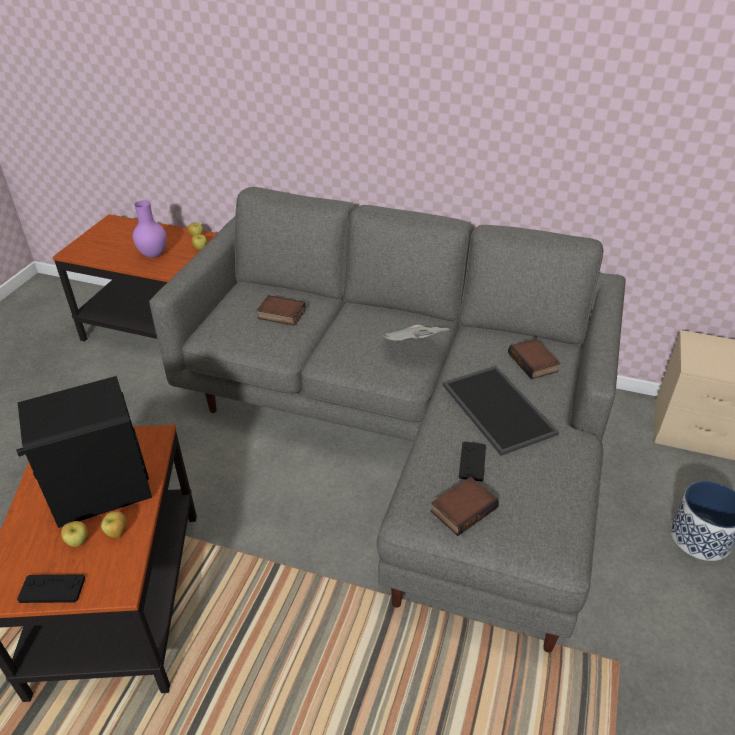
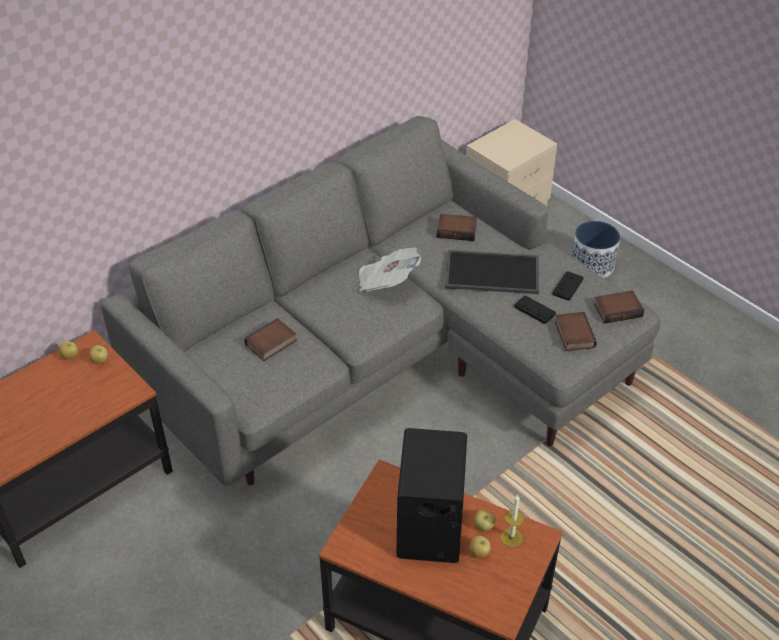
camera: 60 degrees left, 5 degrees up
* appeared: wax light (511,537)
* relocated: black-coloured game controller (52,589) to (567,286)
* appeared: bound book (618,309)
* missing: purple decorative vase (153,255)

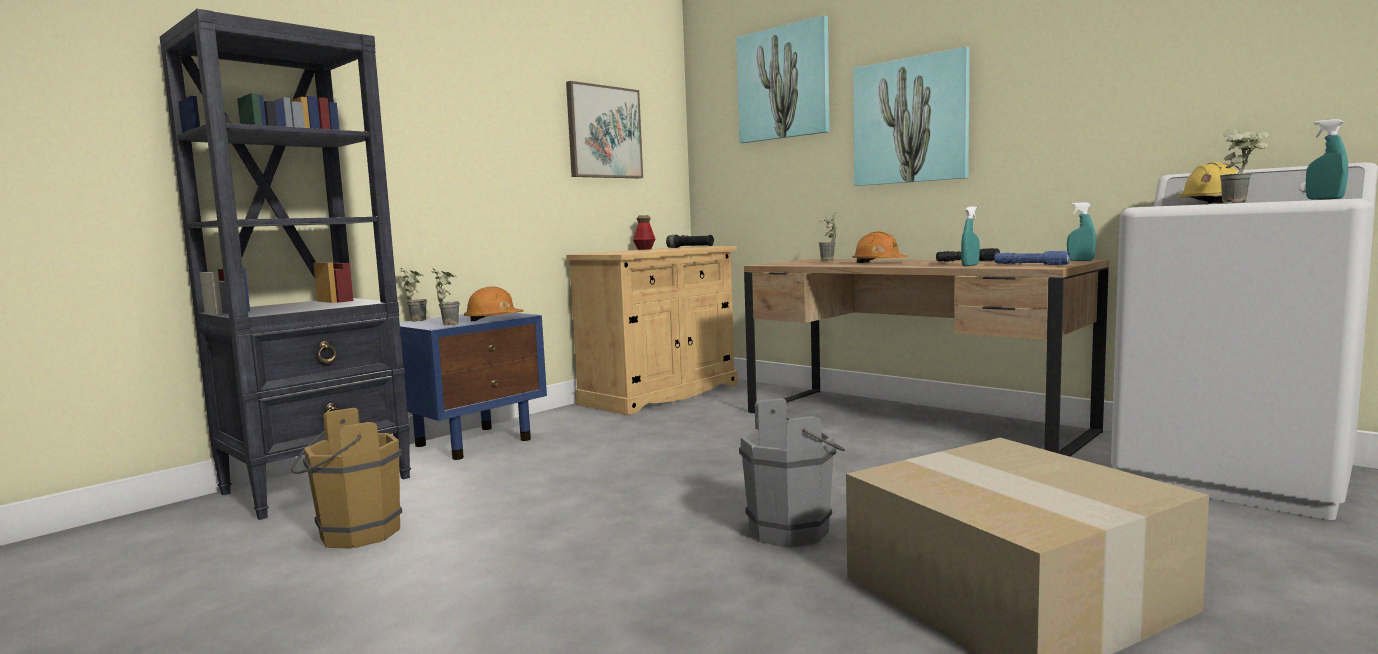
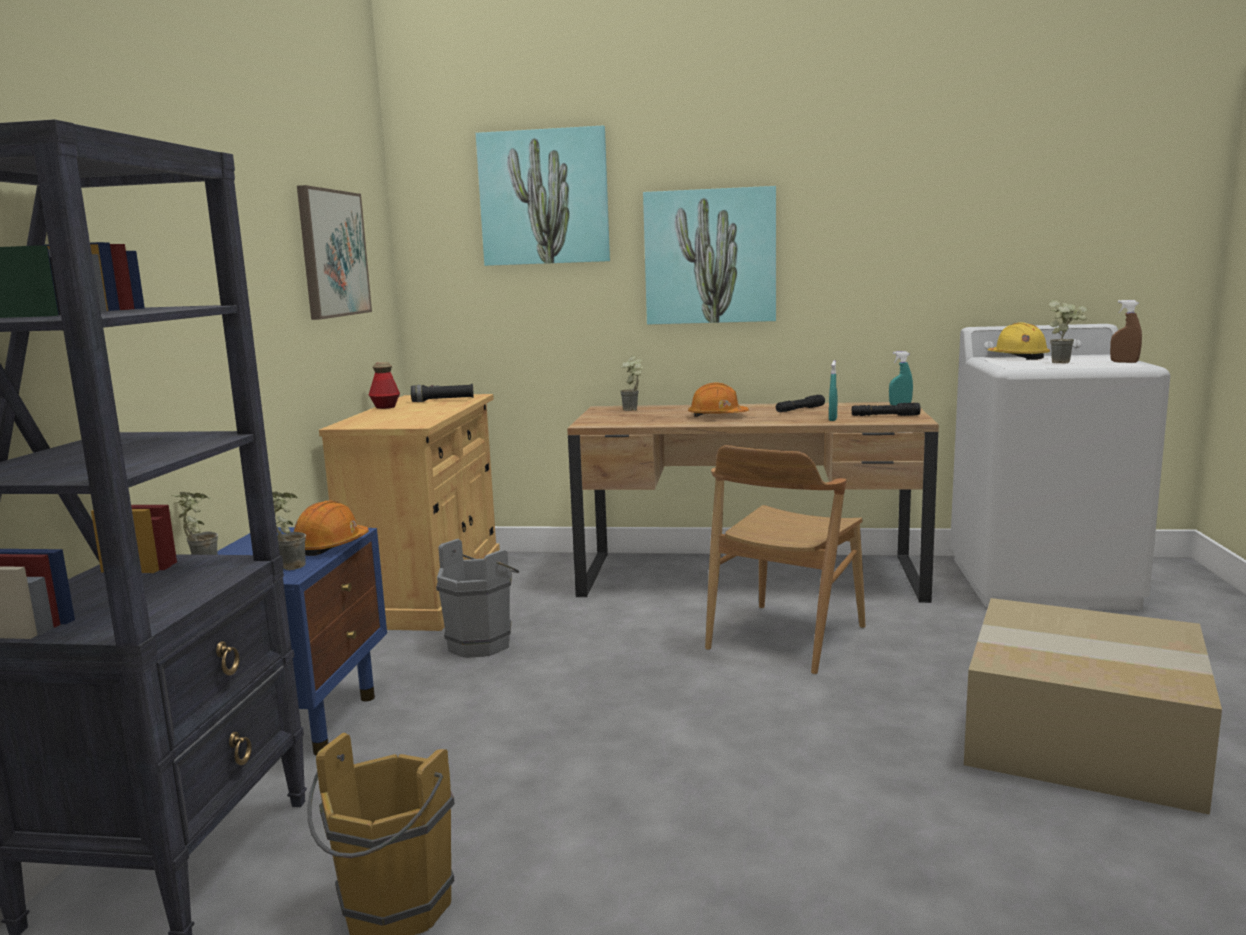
camera: 35 degrees left, 5 degrees up
* relocated: gray pail (795,530) to (484,642)
* appeared: brownish plain chair (785,638)
* colour: bluish flashlight (1030,265) to black-coloured flashlight (885,416)
* colour: blue-green hand sprayer (1324,199) to brownish hand sprayer (1124,362)

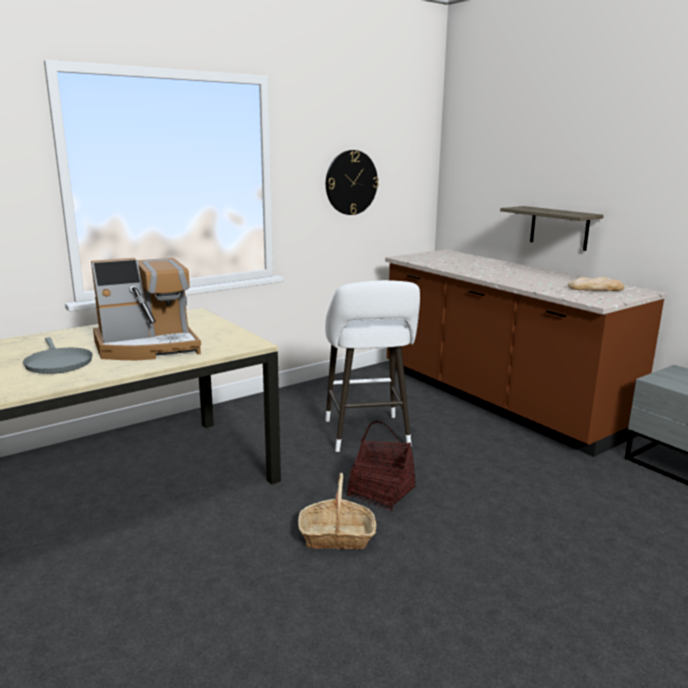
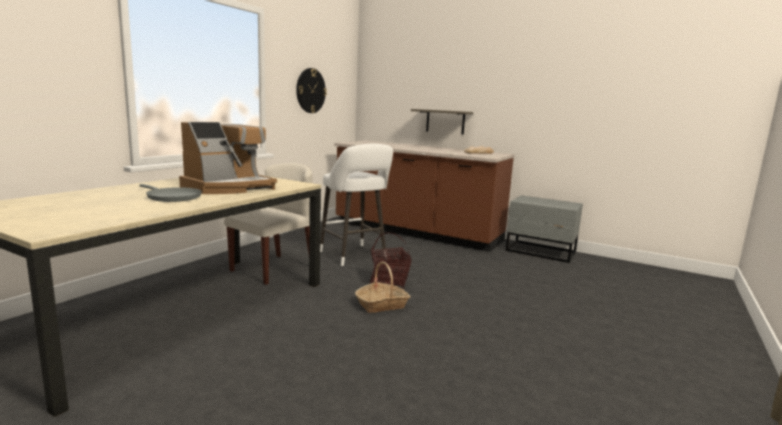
camera: 25 degrees left, 5 degrees down
* appeared: beige plain chair (273,268)

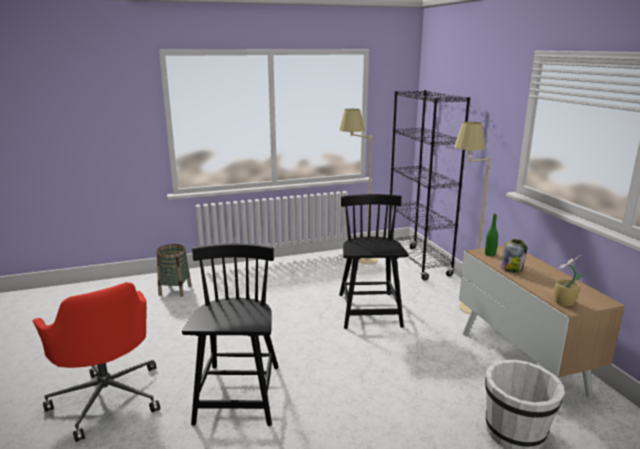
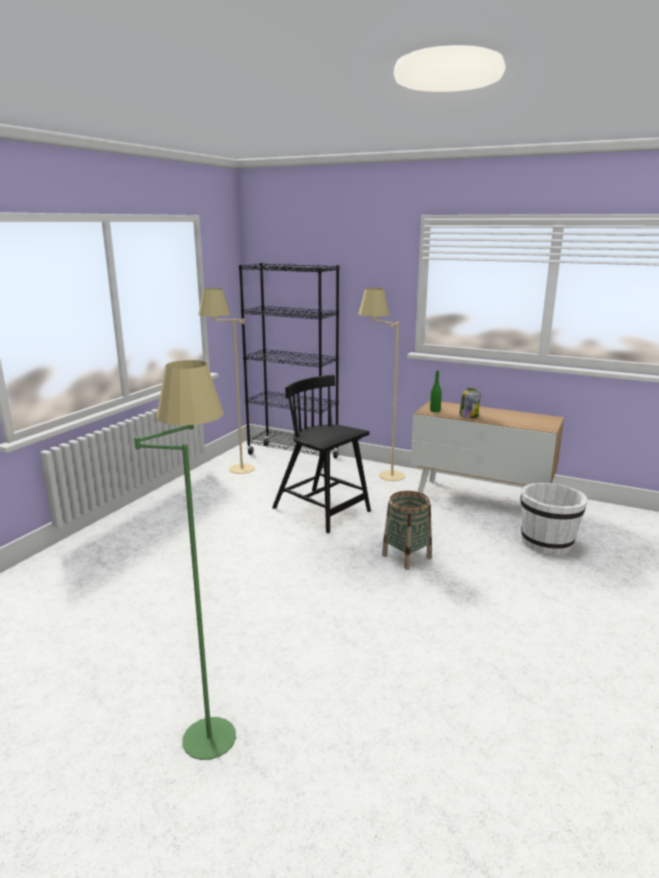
camera: 45 degrees left, 0 degrees up
* exchanged: red-coloured office chair (108,397) to greenish floor lamp (209,719)
* relocated: household basket (175,290) to (406,556)
* missing: black-coloured plain chair (238,395)
* missing: potted plant (563,303)

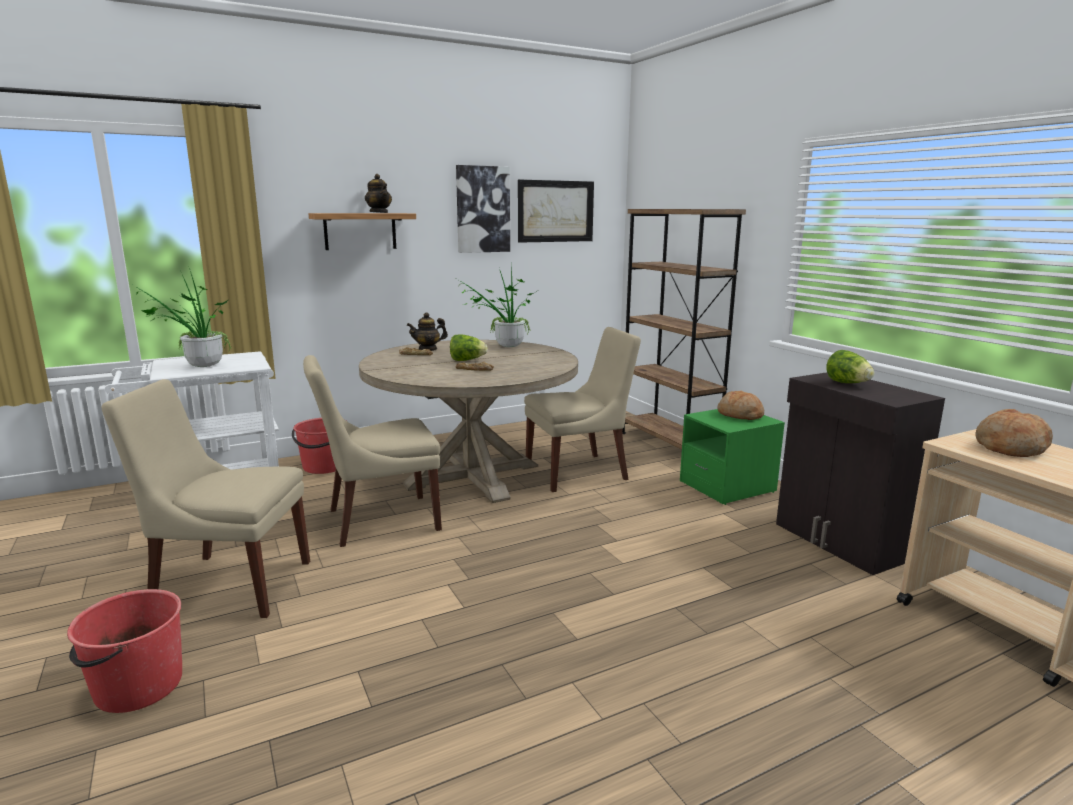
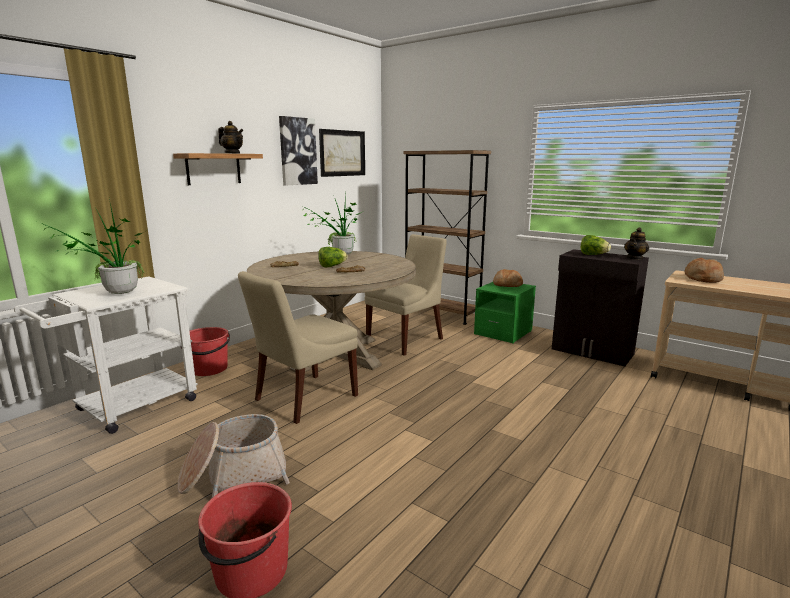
camera: 25 degrees left, 0 degrees up
* exchanged: beige plain chair (228,585) to household basket (234,474)
* relocated: teapot (428,349) to (635,258)

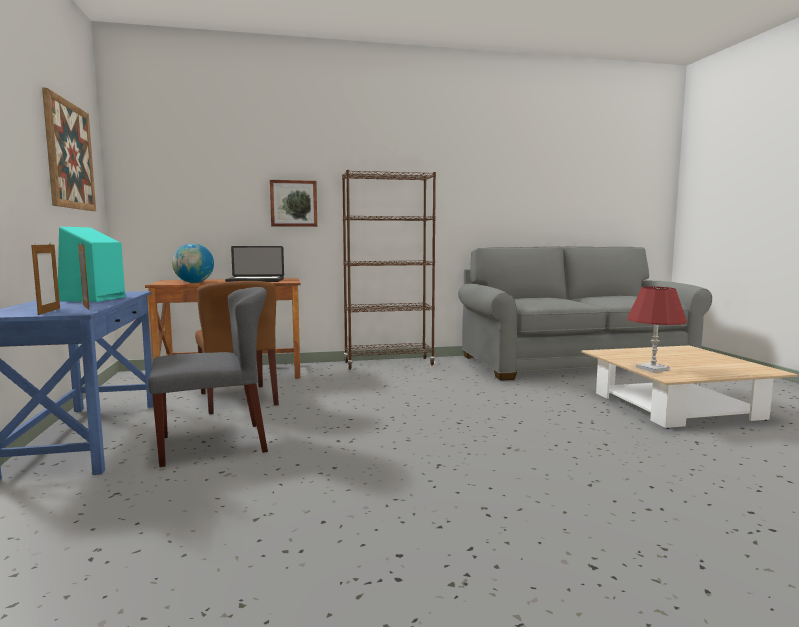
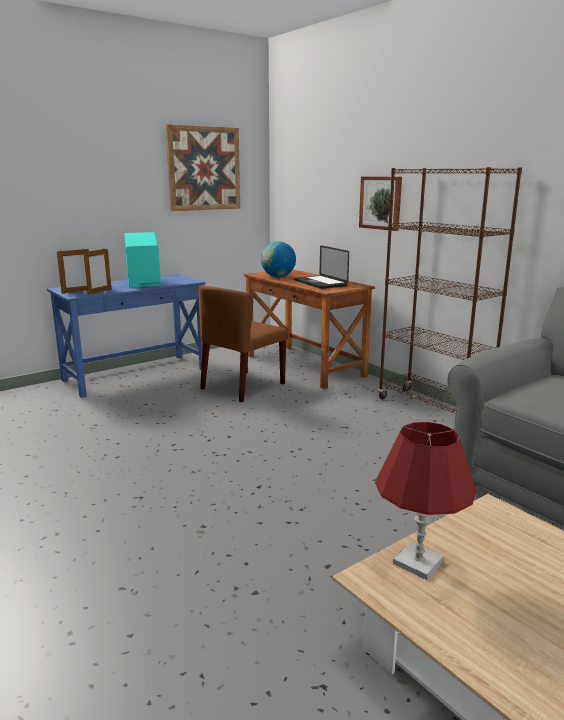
camera: 65 degrees right, 10 degrees up
* missing: gray plain chair (214,444)

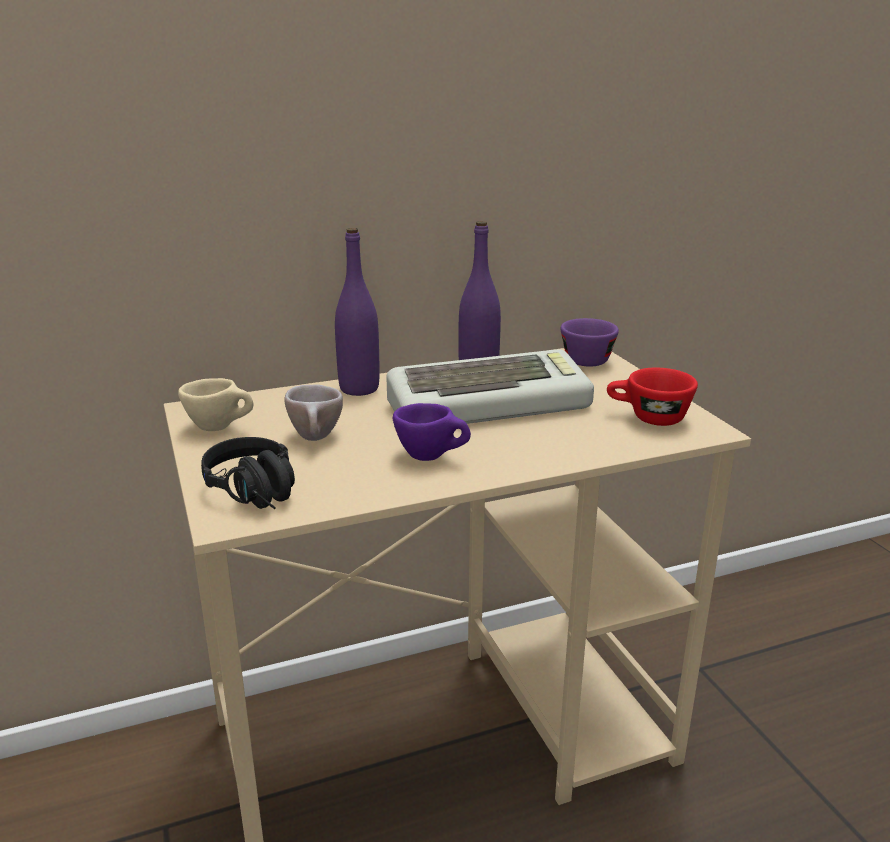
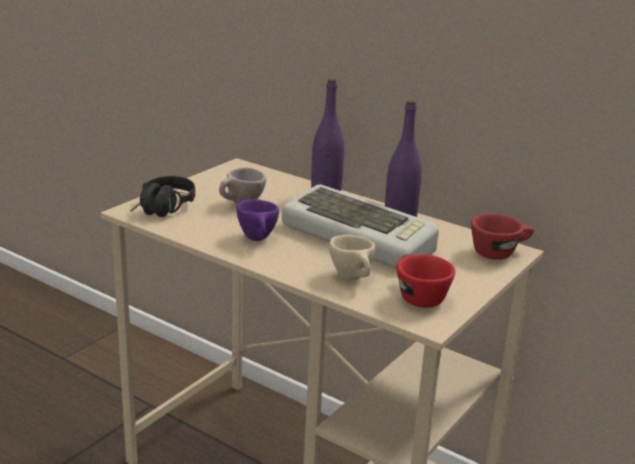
camera: 55 degrees right, 0 degrees up
* relocated: beige small cup (221,427) to (354,279)
* colour: purple small cup (587,358) to red-coloured small cup (499,252)

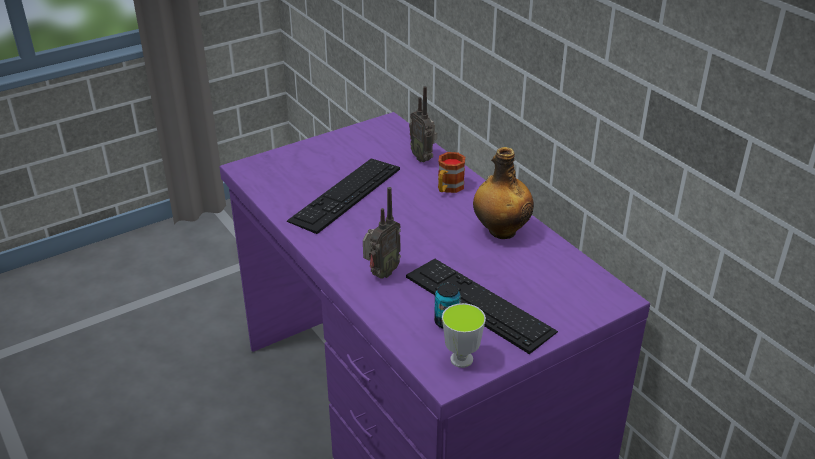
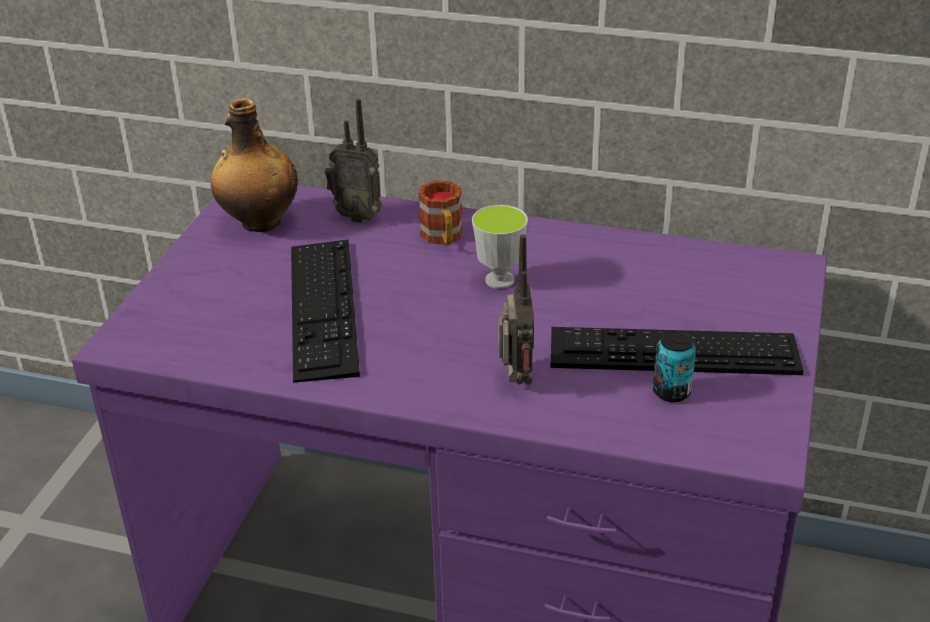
camera: 40 degrees left, 0 degrees up
* relocated: drink bottle (501,231) to (259,223)
* relocated: small cup (461,359) to (499,280)

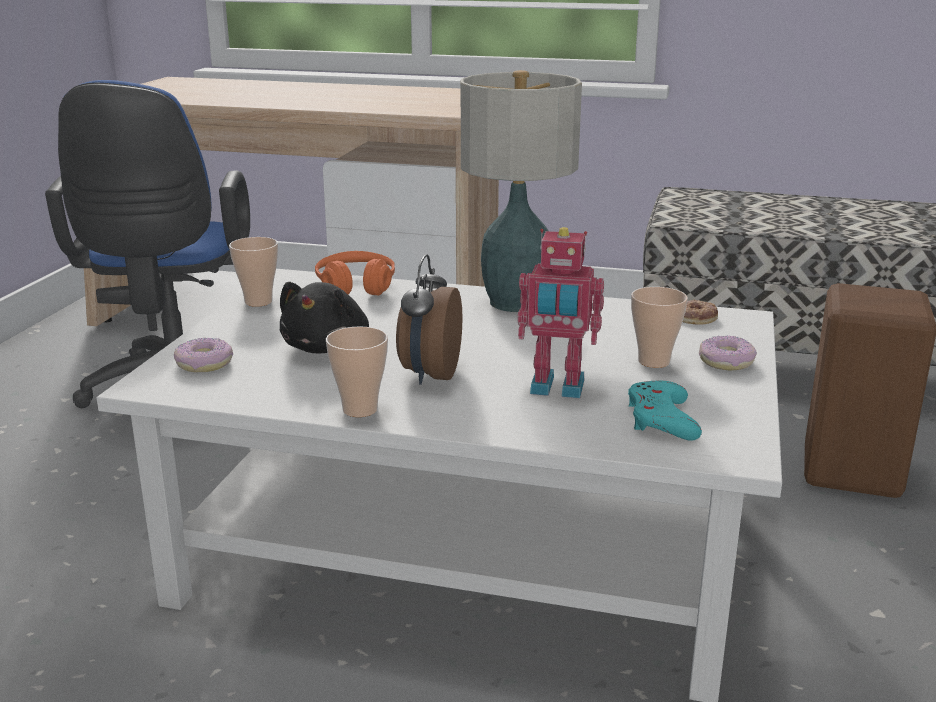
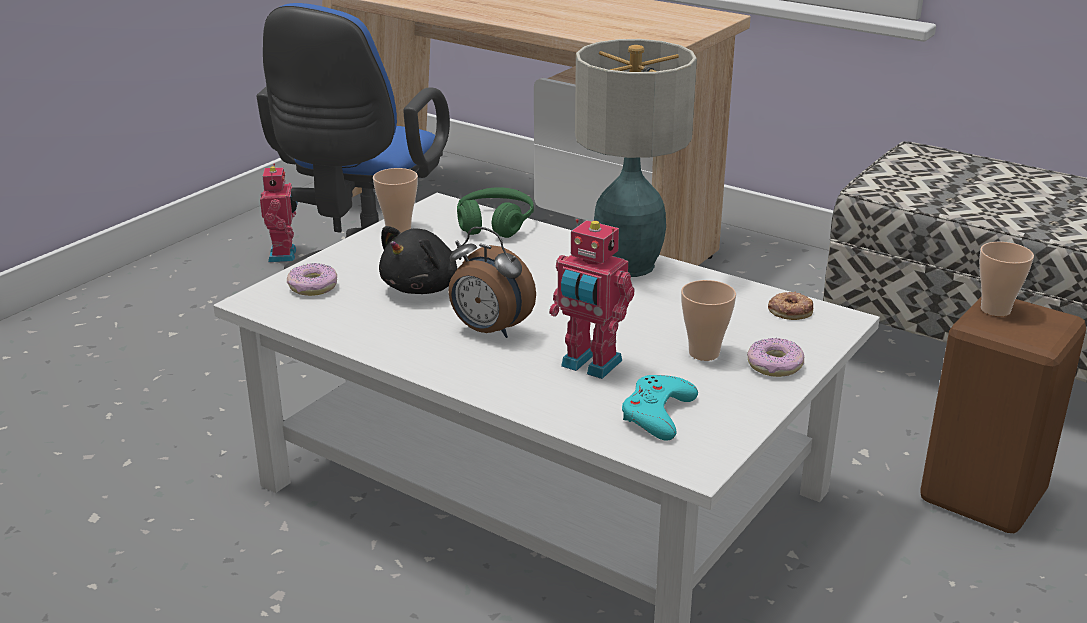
camera: 20 degrees right, 5 degrees up
* appeared: toy robot (285,255)
* spun: bedside clock (429,374) = (489,330) 90 degrees counterclockwise
* colour: orange headset (356,286) to greenish headset (495,224)
* relocated: small cup (360,409) to (995,310)

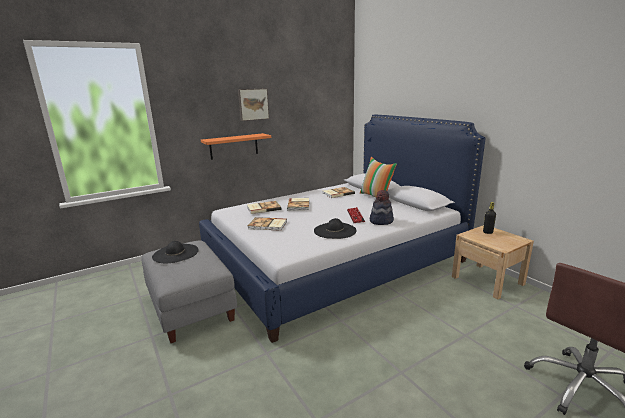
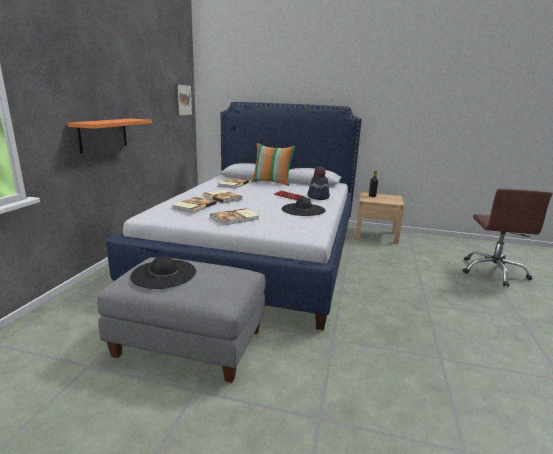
camera: 45 degrees left, 0 degrees up
* relocated: picture (253,104) to (181,100)

